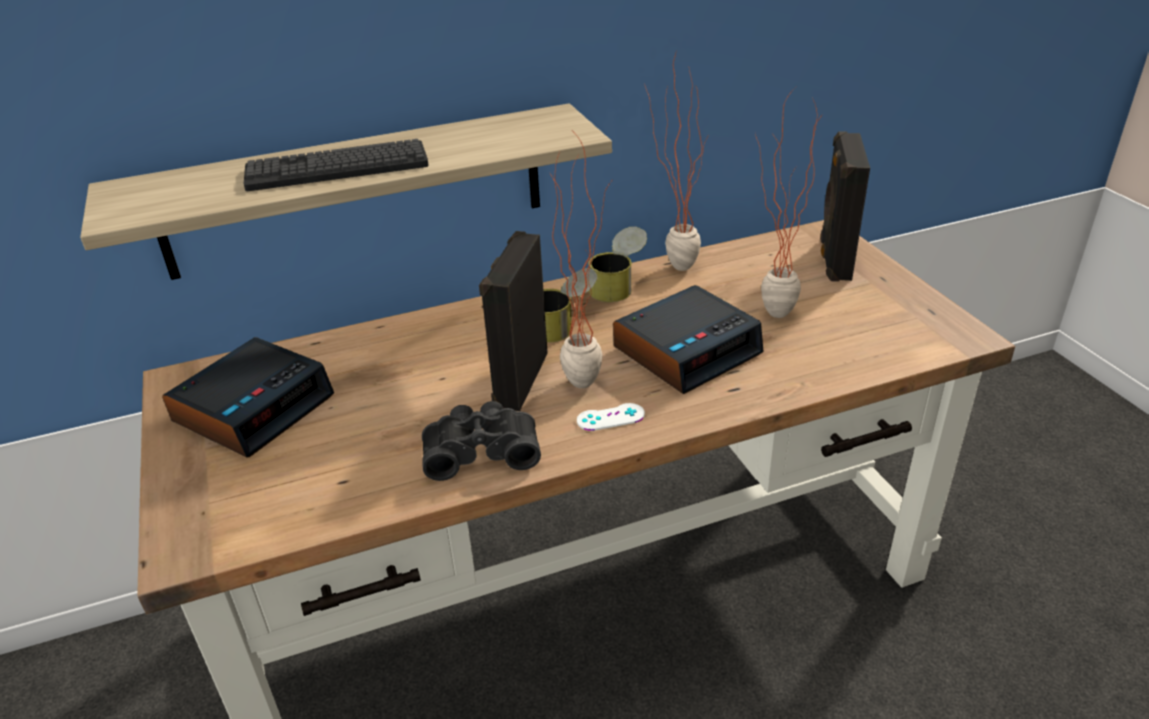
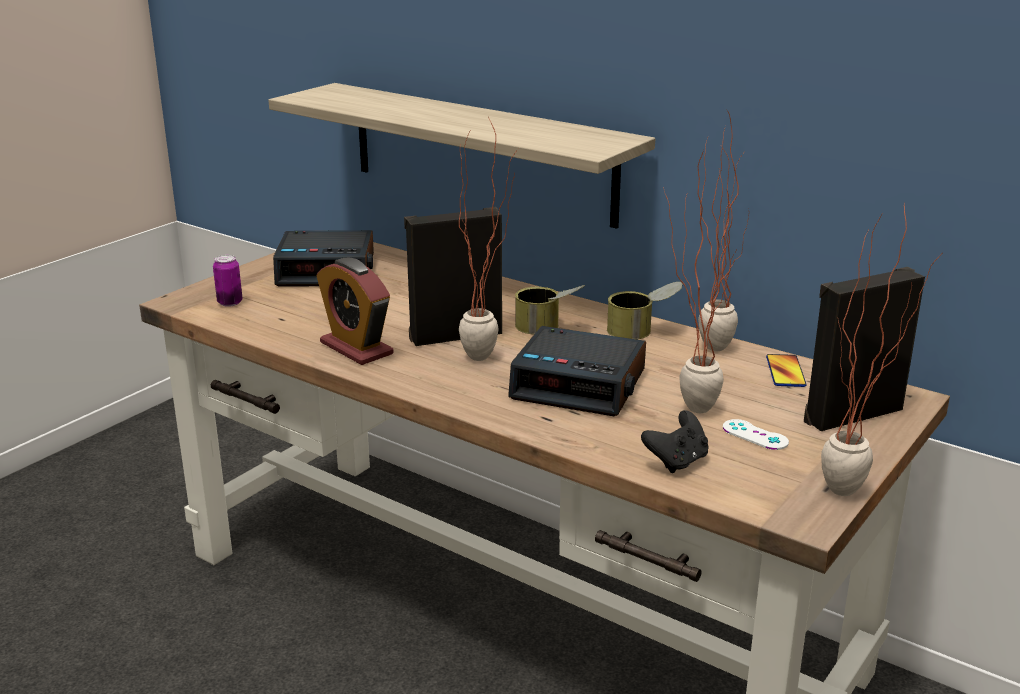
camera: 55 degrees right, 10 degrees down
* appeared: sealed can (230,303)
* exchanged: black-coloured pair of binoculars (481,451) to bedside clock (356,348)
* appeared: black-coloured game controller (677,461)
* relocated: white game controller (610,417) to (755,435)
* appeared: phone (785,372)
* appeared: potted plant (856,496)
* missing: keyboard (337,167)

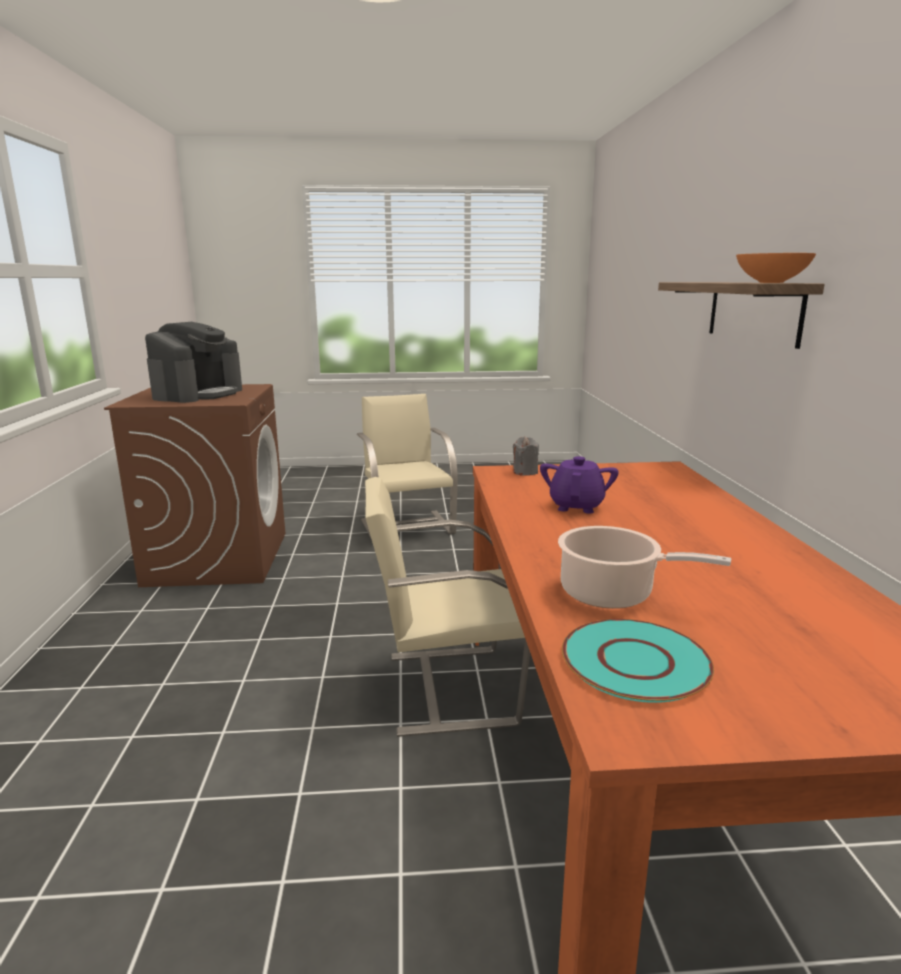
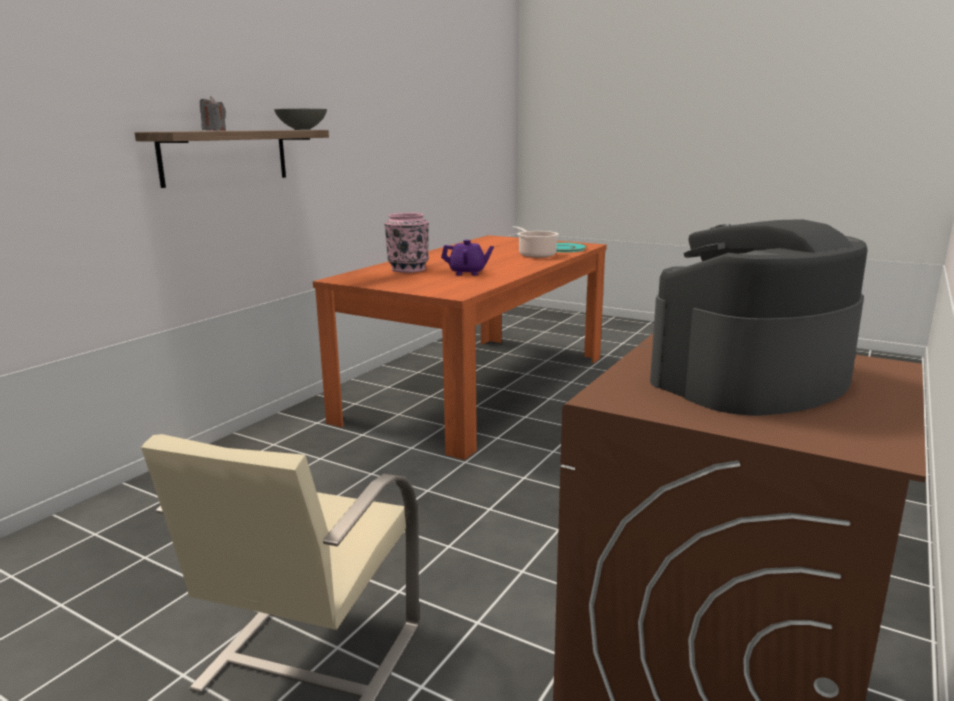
camera: 145 degrees left, 0 degrees up
* relocated: gray wax light (525,472) to (214,130)
* colour: orange serving bowl (772,282) to gray serving bowl (302,129)
* appeared: pinkish decorative vase (408,269)
* spun: purple teapot (576,506) = (467,273) 135 degrees counterclockwise
* missing: beige plain chair (447,687)

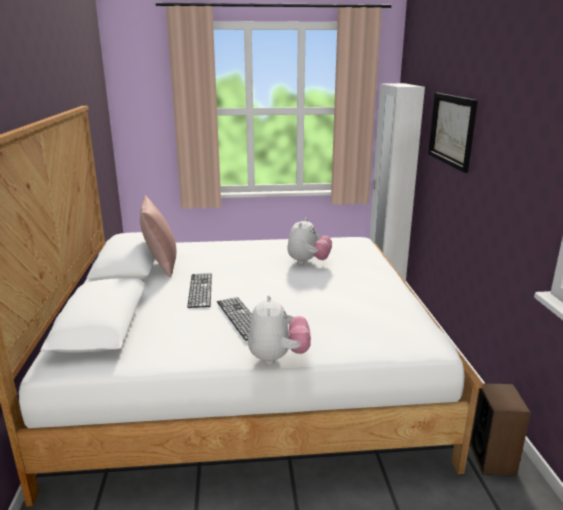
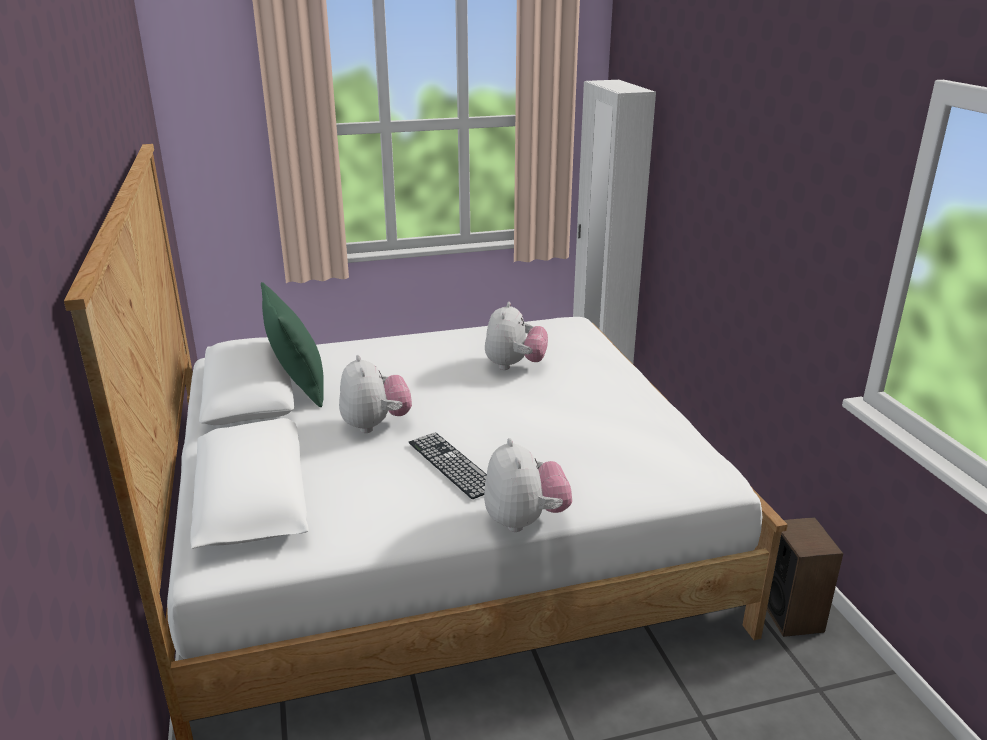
camera: 10 degrees left, 5 degrees up
* colour: pinkish cushion (161,264) to greenish cushion (298,386)
* exchanged: keyboard (200,290) to cuddly toy (375,425)
* missing: picture (452,130)

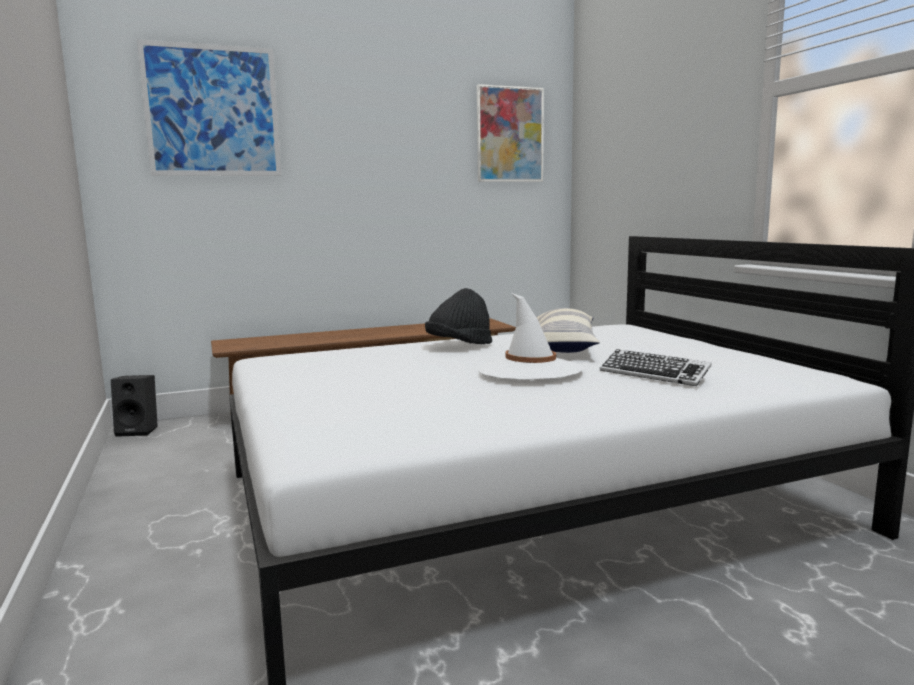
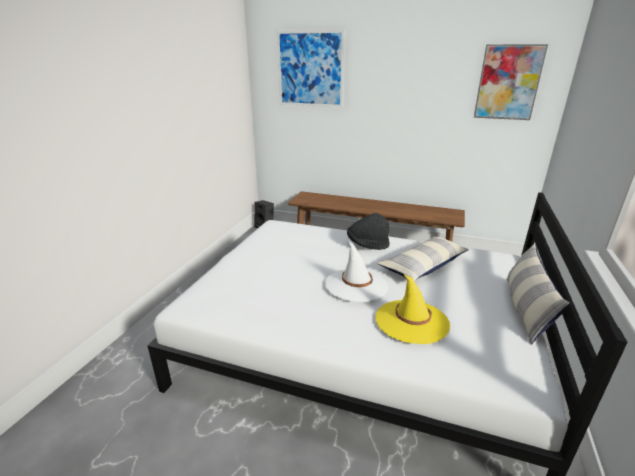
camera: 40 degrees right, 15 degrees up
* exchanged: keyboard (653,374) to yellow-coloured clothing hat (411,321)
* appeared: cushion (525,309)

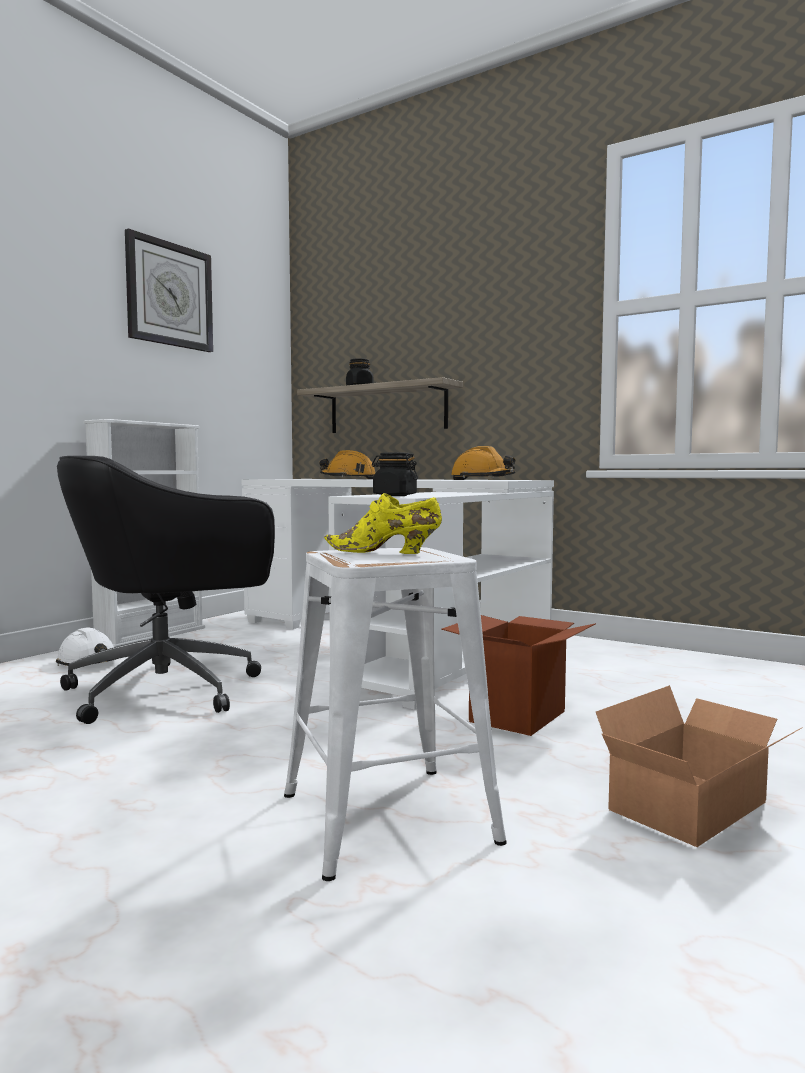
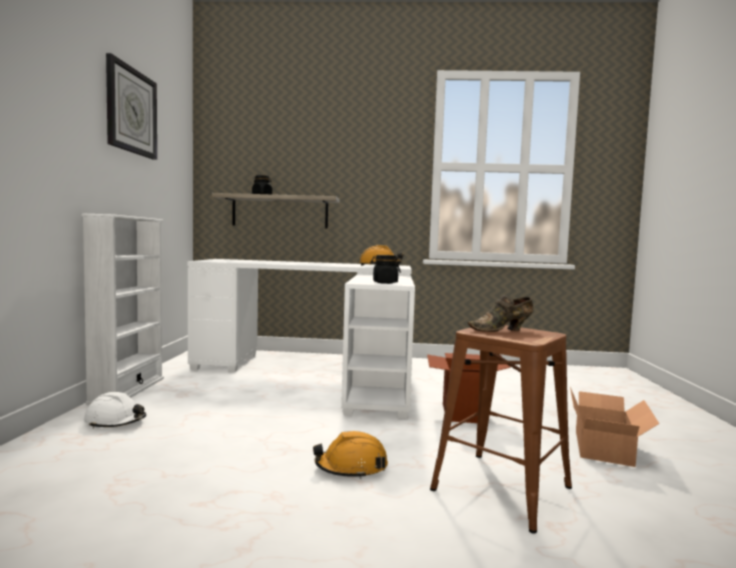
camera: 30 degrees left, 0 degrees up
* relocated: orange work helmet (348,479) to (351,467)
* colour: white stool (390,817) to brownish stool (502,487)
* colour: yellow-coloured shoe (386,553) to brownish shoe (502,330)
* missing: black-coloured office chair (170,690)

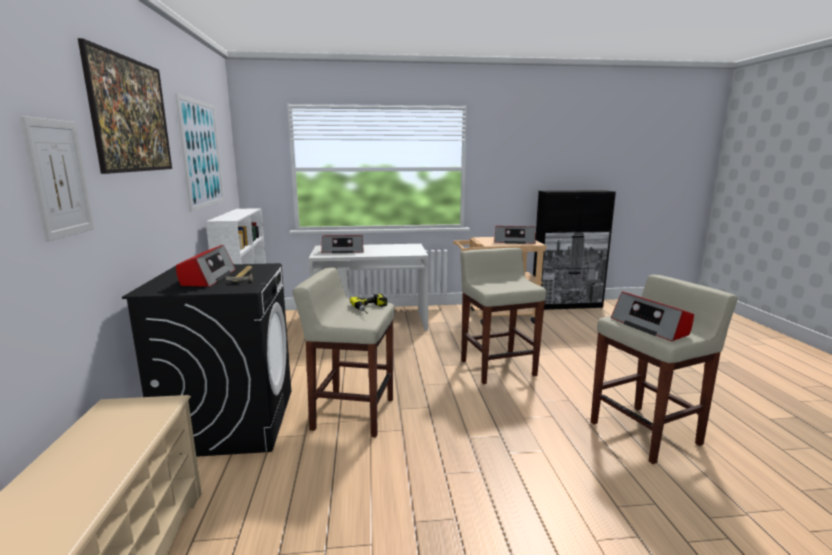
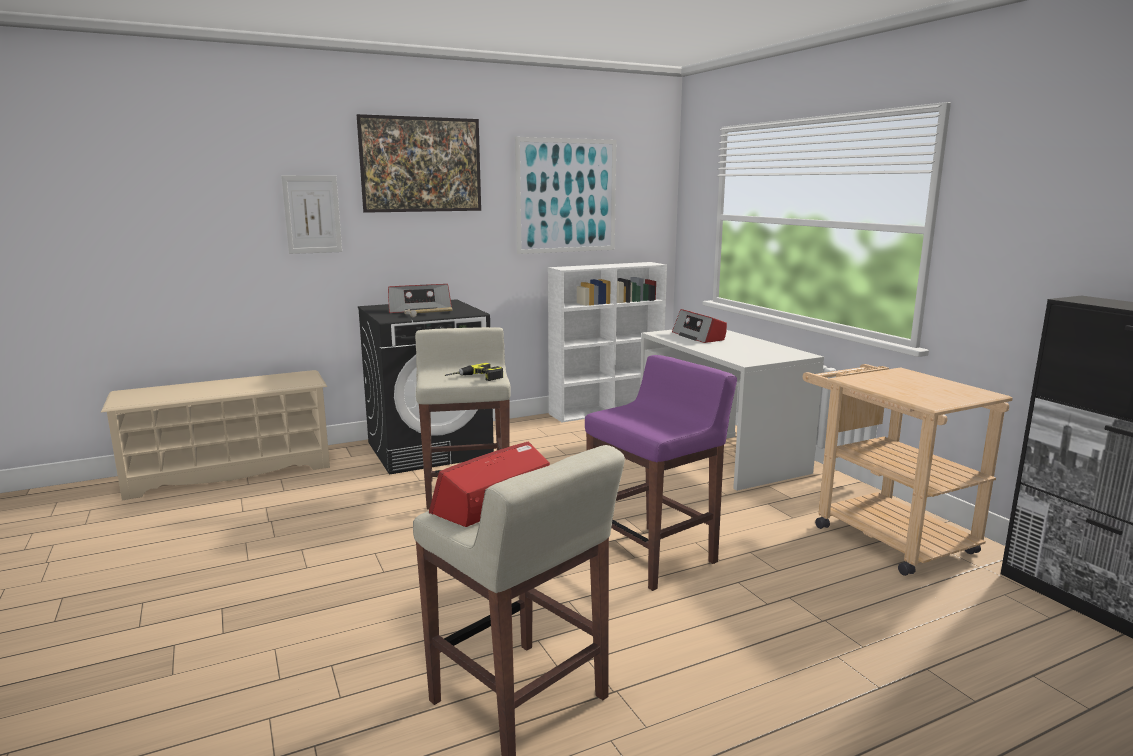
camera: 70 degrees right, 0 degrees up
* colour: beige stool (497,368) to purple stool (653,556)
* missing: radio receiver (514,241)

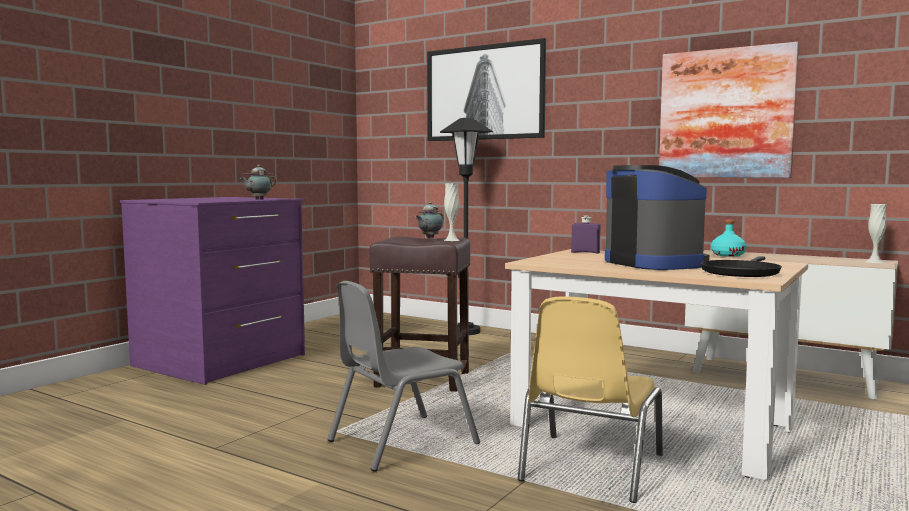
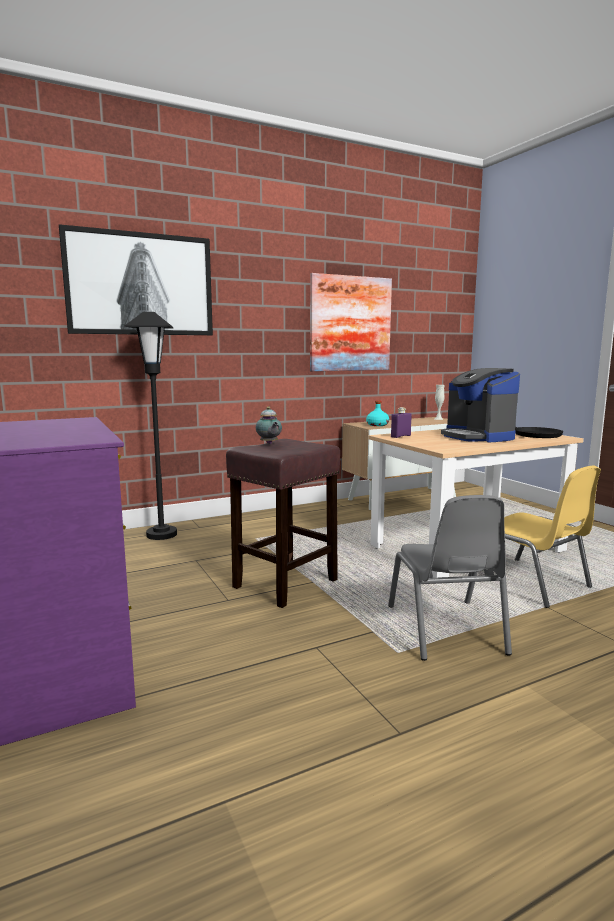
camera: 60 degrees left, 5 degrees up
* spun: coffee maker (654,263) = (477,437) 120 degrees counterclockwise
* missing: teapot (258,199)
* missing: white decorative vase (451,240)

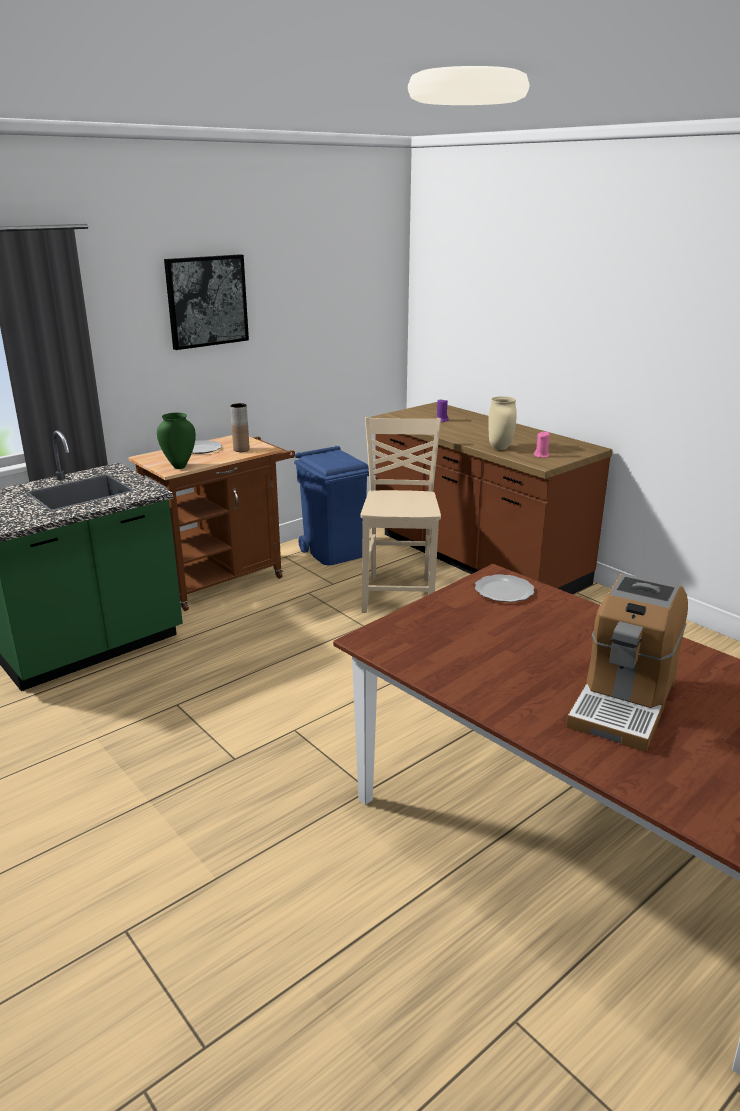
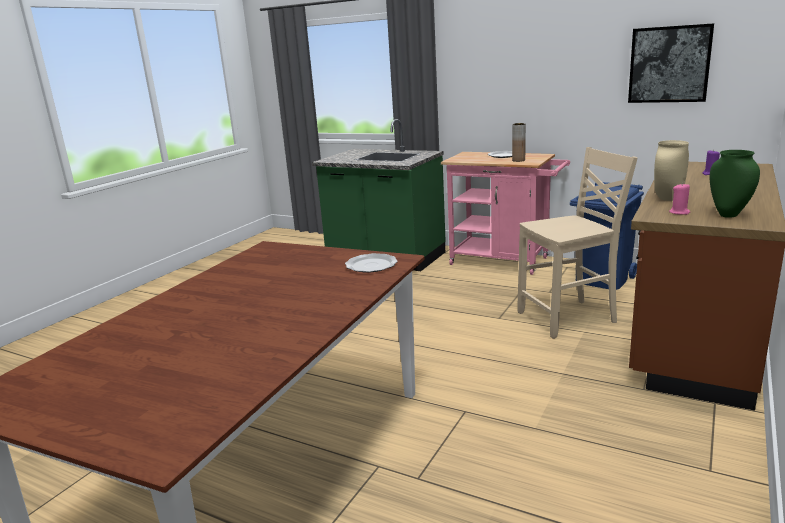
camera: 70 degrees right, 5 degrees down
* colour: brownish cart (225,579) to pinkish cart (505,261)
* relocated: picture (206,301) to (669,64)
* relocated: greenish decorative vase (179,466) to (729,215)
* missing: coffee maker (623,702)

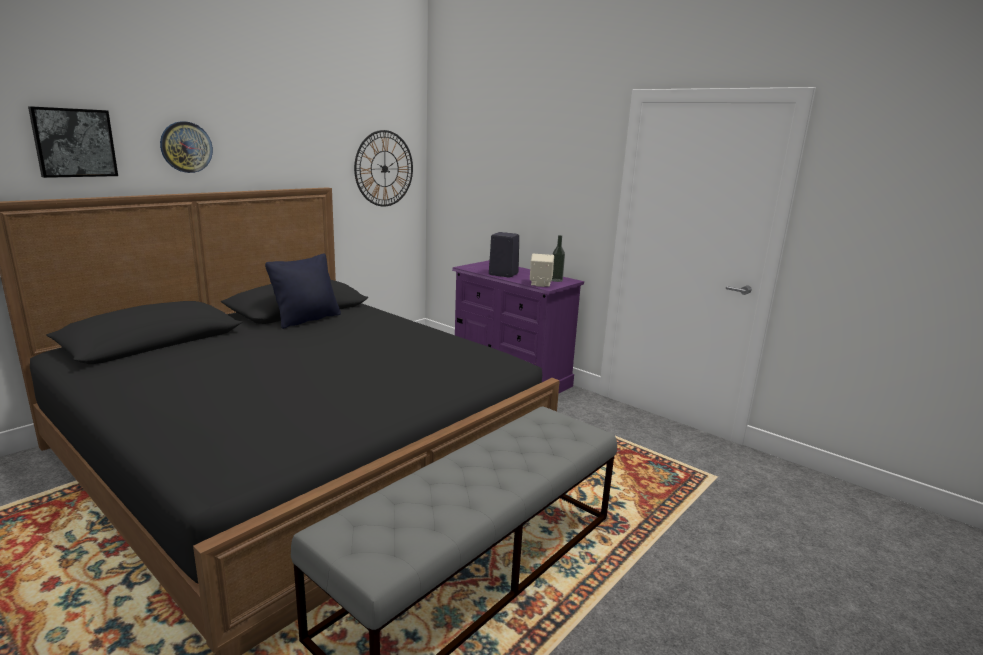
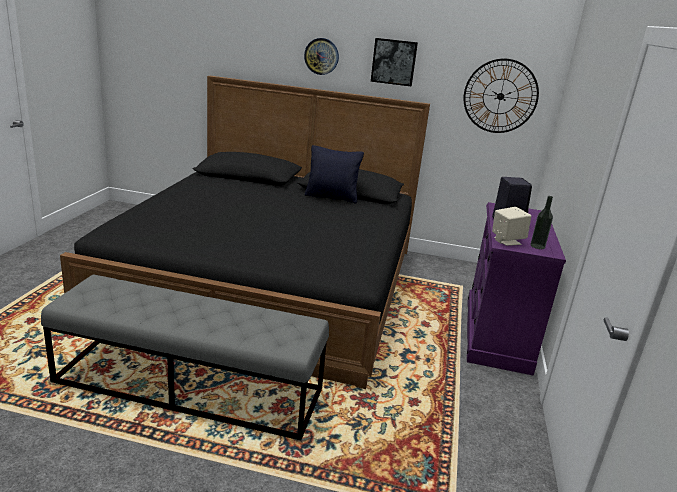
camera: 60 degrees right, 5 degrees up
* relocated: picture (74,142) to (394,62)

